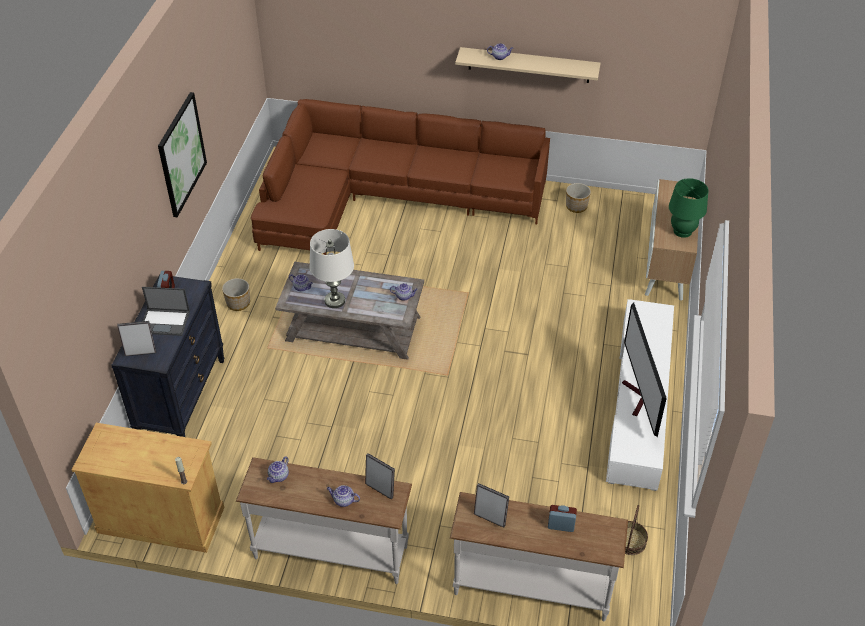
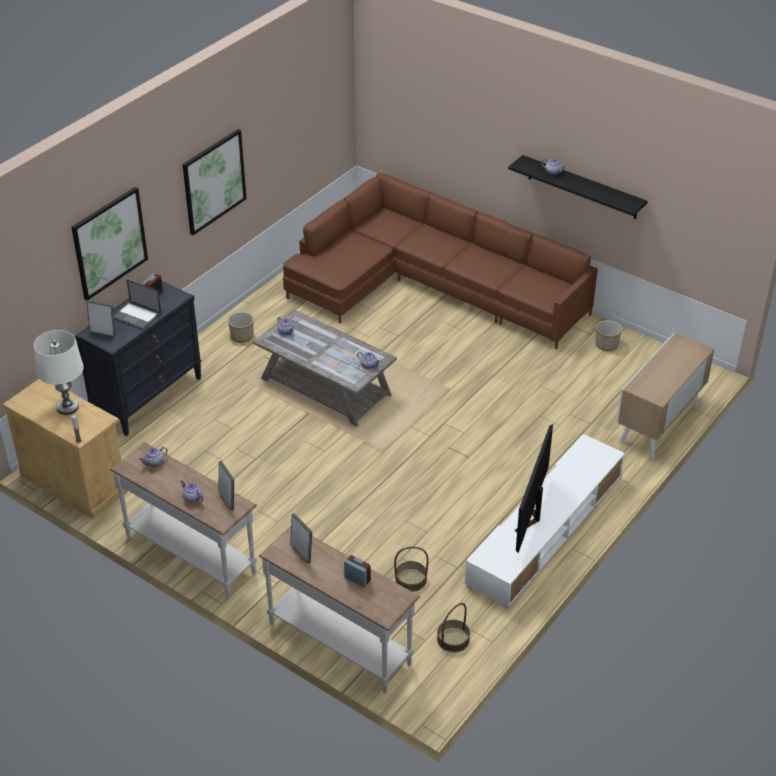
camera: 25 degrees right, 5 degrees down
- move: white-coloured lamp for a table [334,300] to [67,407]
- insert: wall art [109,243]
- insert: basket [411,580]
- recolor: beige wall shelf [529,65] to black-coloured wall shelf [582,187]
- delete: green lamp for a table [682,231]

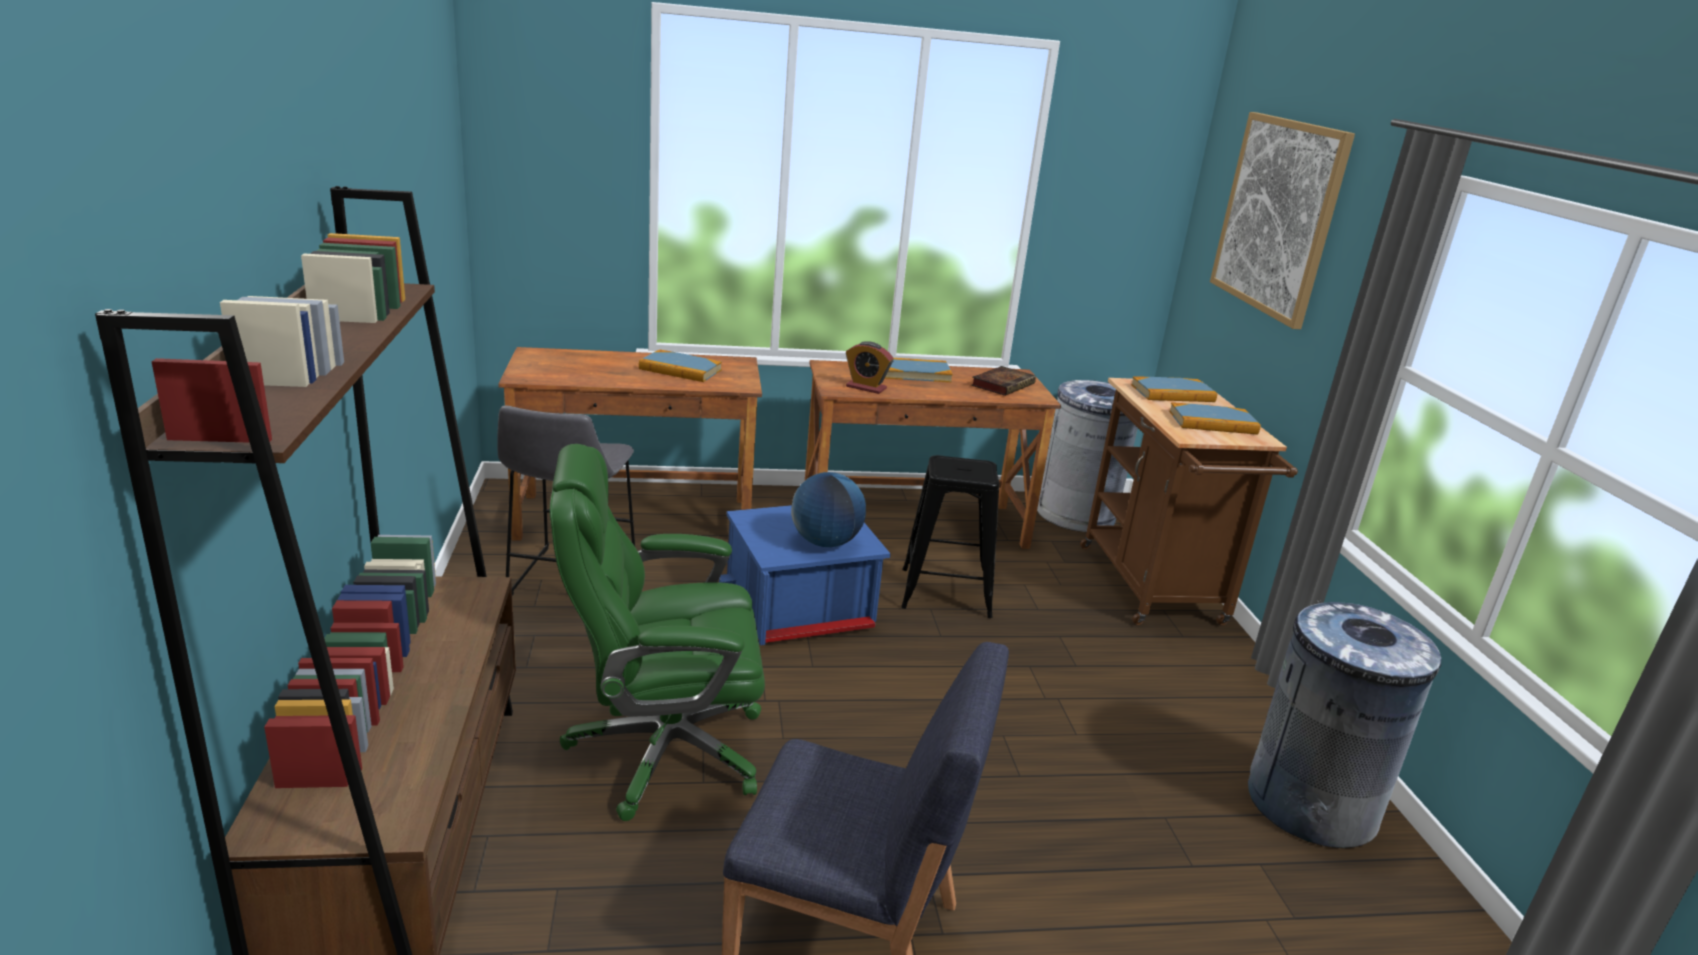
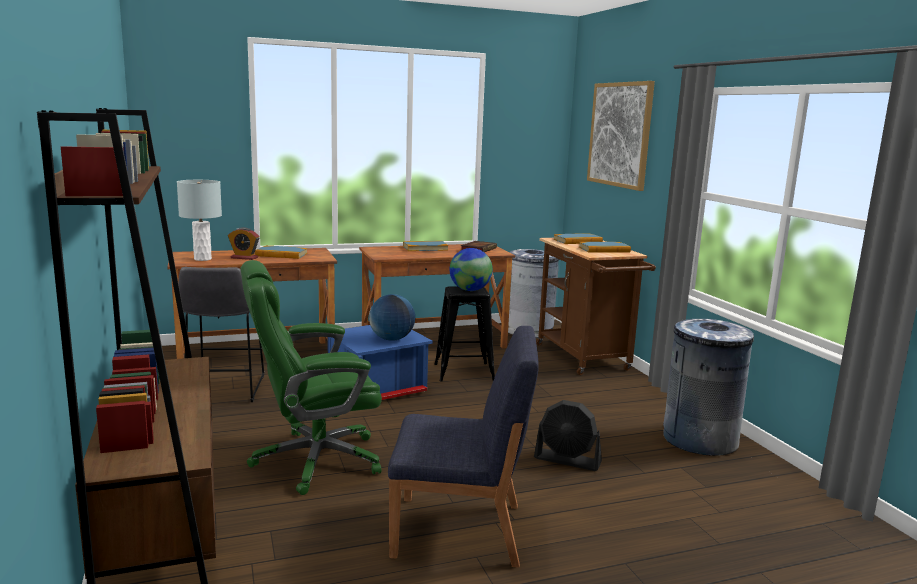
camera: 10 degrees left, 10 degrees down
- insert: grey lamp for a table [203,259]
- move: alarm clock [866,387] to [244,257]
- insert: globe [470,290]
- insert: black-coloured electric fan [567,460]

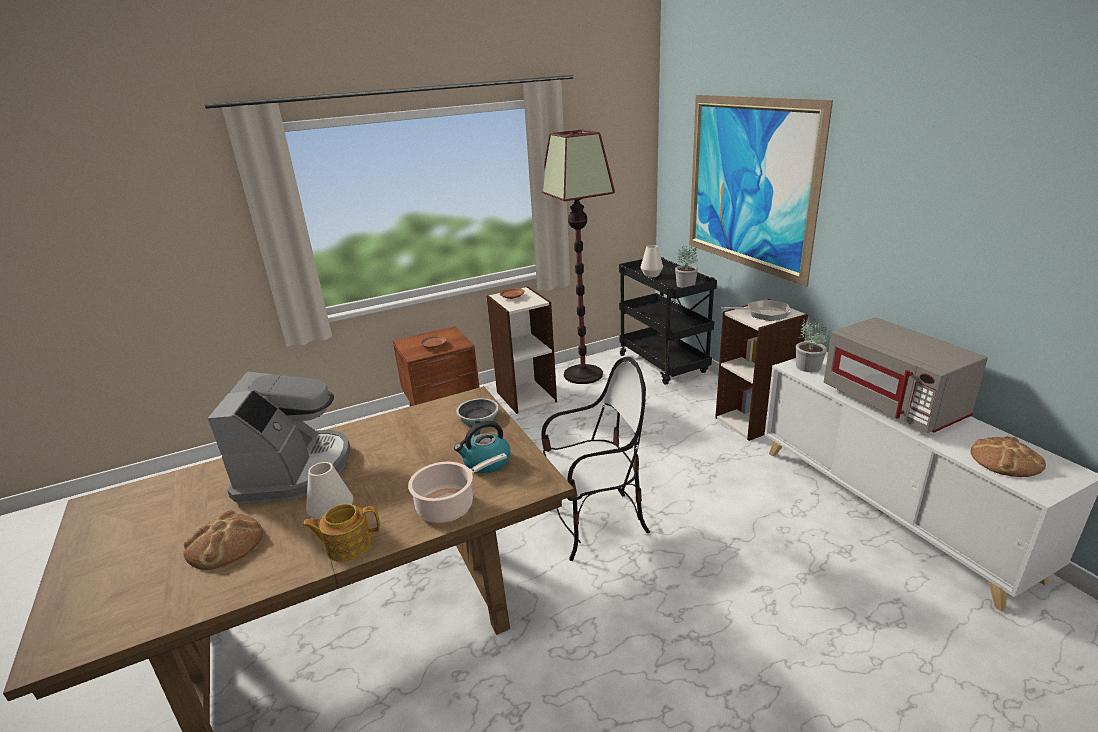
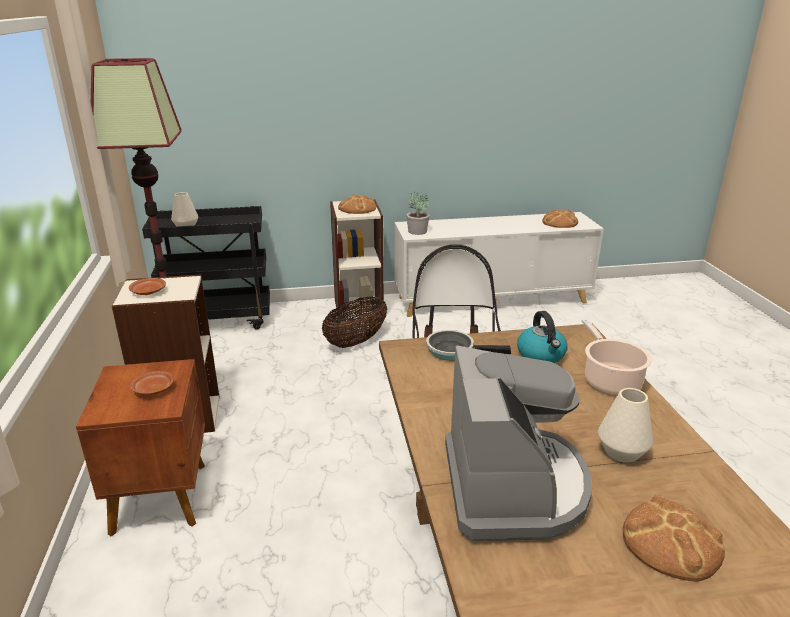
camera: 75 degrees left, 0 degrees up
- insert: basket [356,341]
- replace: frying pan [764,313] to baked bread [357,208]
- rotate: coffee brewer [295,469] = [513,486] 75 degrees clockwise
- delete: tea pot [347,545]
- delete: houseplant [686,284]
- delete: wall art [749,185]
- delete: grey microwave [893,404]

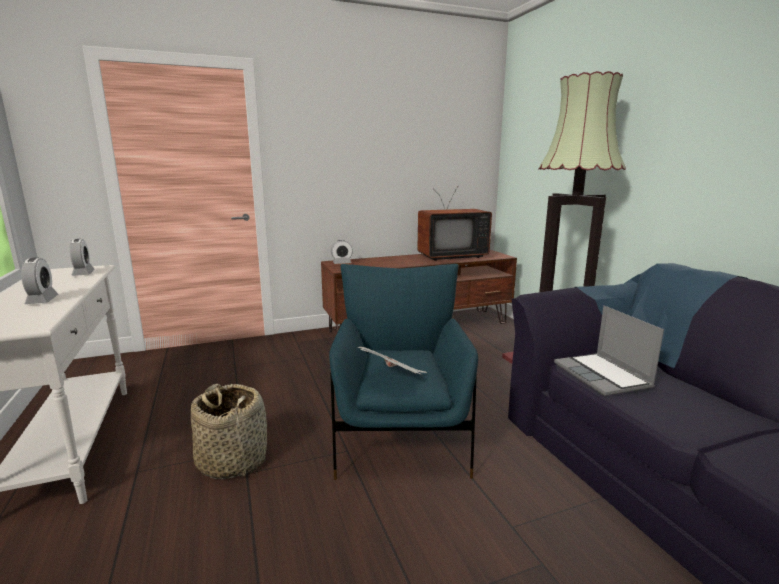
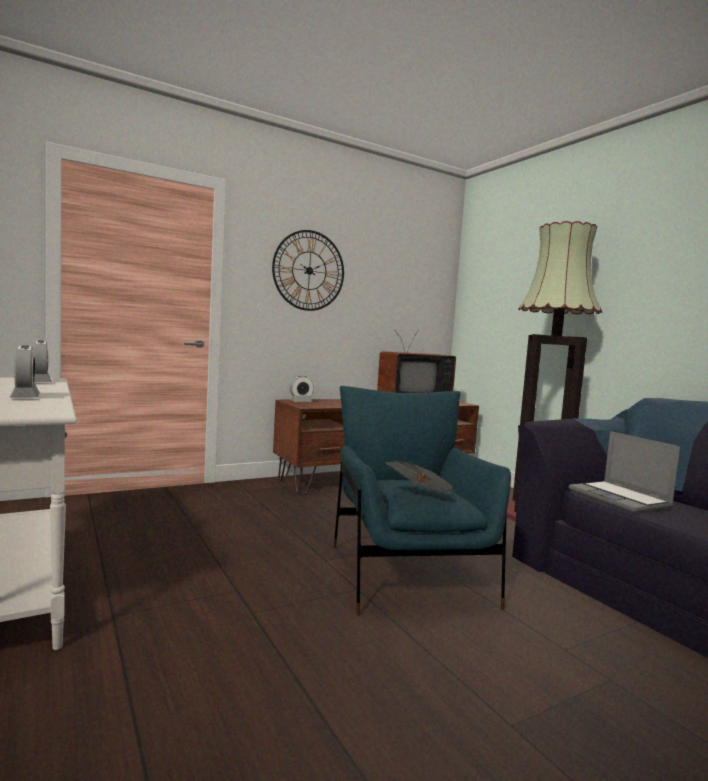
camera: 10 degrees left, 10 degrees down
- insert: hanging clock [309,270]
- delete: basket [232,460]

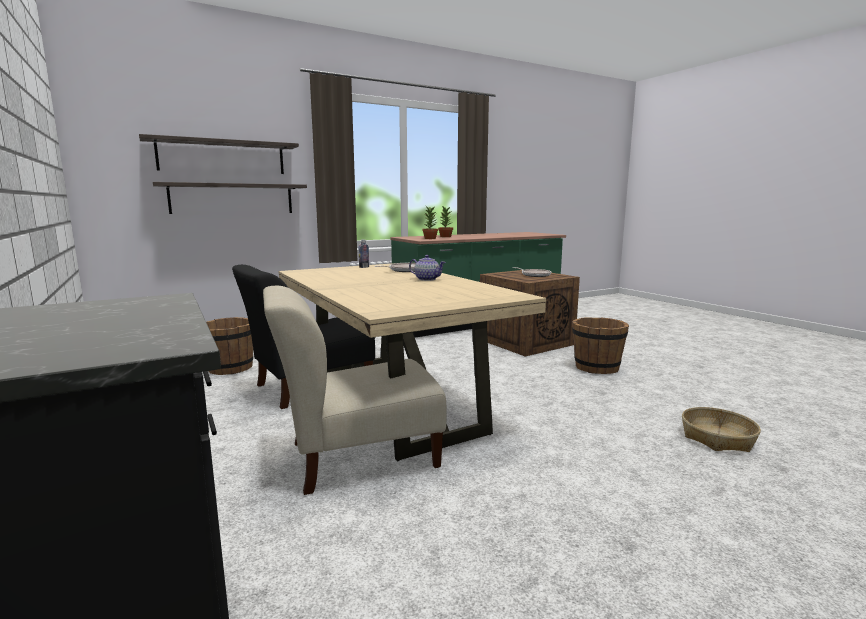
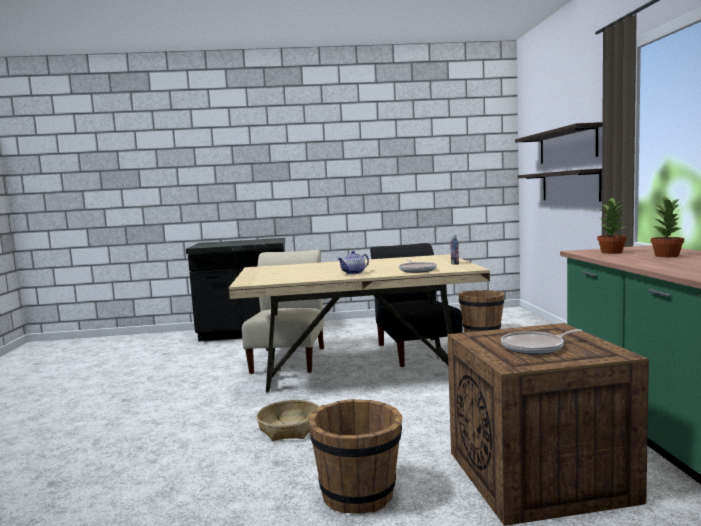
camera: 115 degrees right, 5 degrees down
- move: basket [718,438] to [289,428]

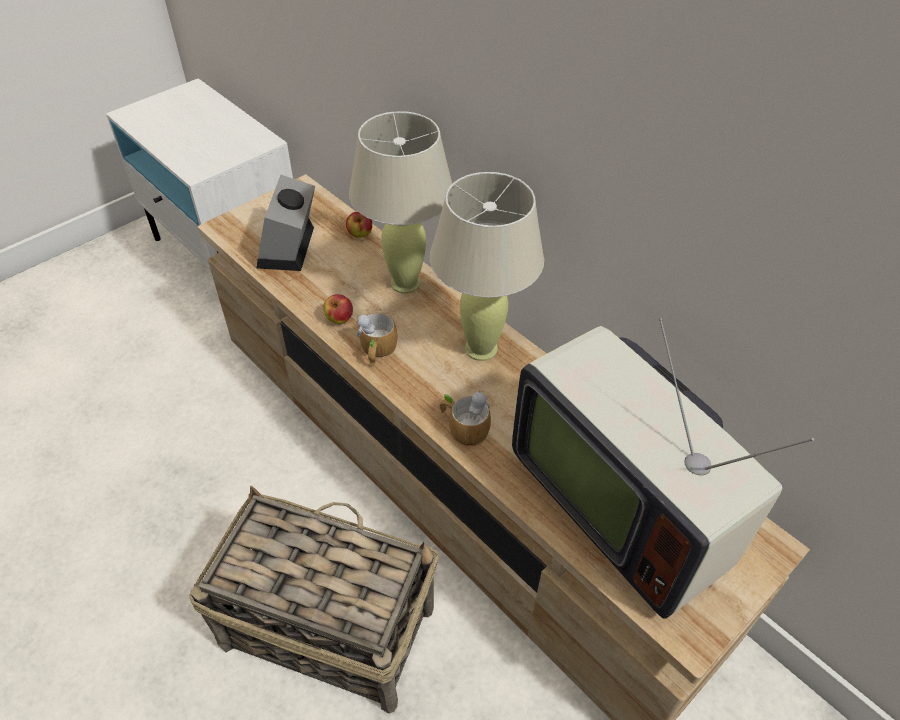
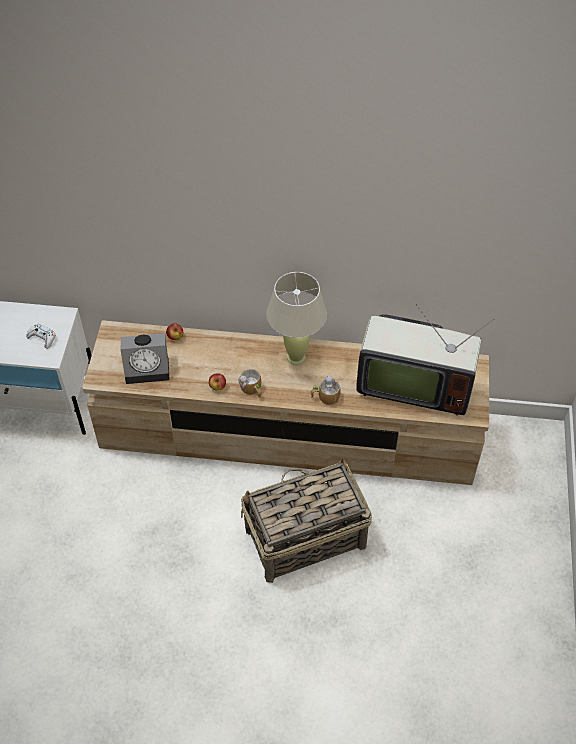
camera: 40 degrees left, 5 degrees up
- insert: white-coloured joypad [42,338]
- rotate: alarm clock [289,249] = [148,368] 60 degrees counterclockwise
- delete: beige lamp for a table [405,283]

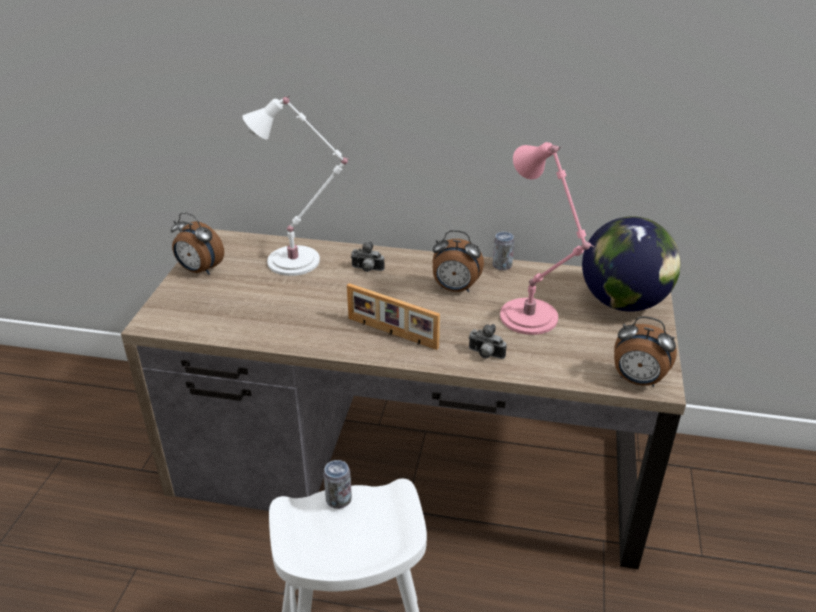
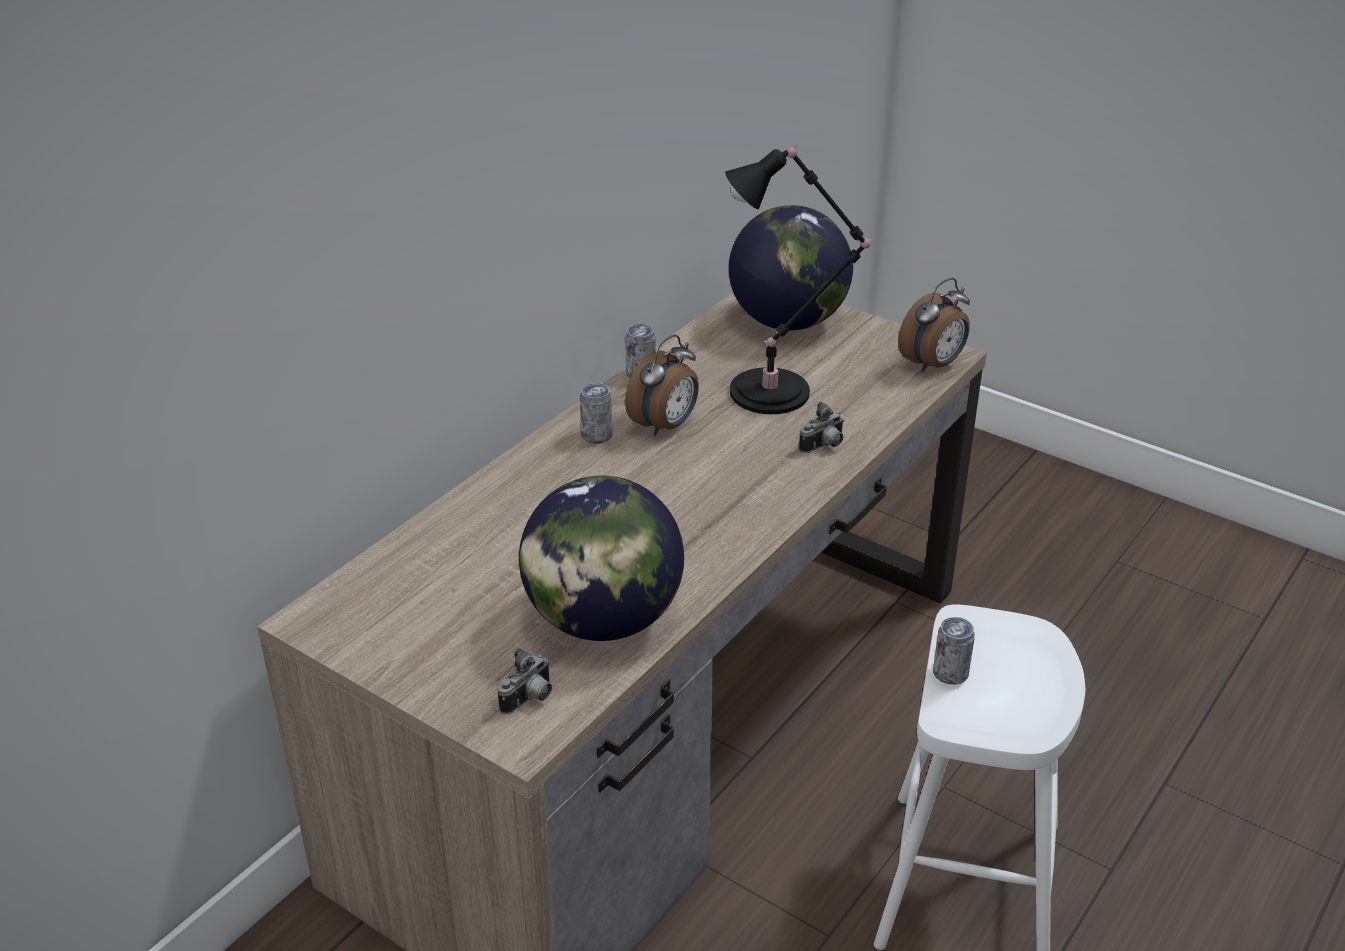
camera: 65 degrees left, 0 degrees up
- move: still camera [367,270] to [530,699]
- insert: globe [603,621]
- insert: sealed can [597,436]
- recolor: pinkish lamp for a table [531,320] to black-coloured lamp for a table [776,392]
- delete: alarm clock [199,270]
- delete: white-coloured lamp for a table [298,261]
- delete: photo frame [391,333]

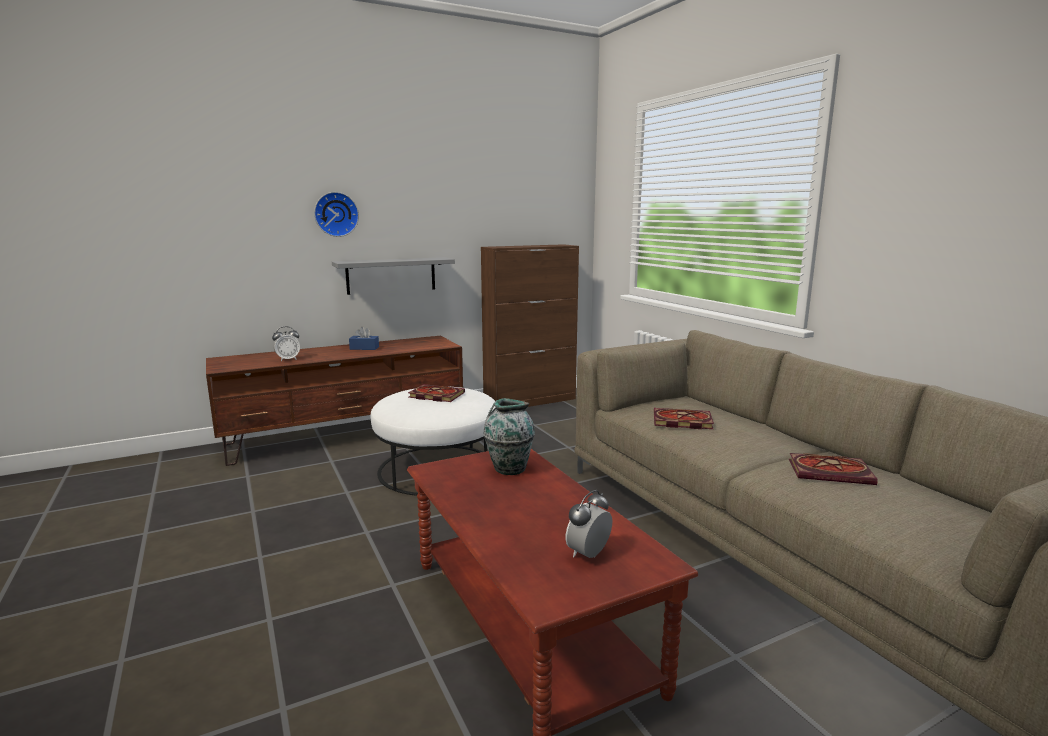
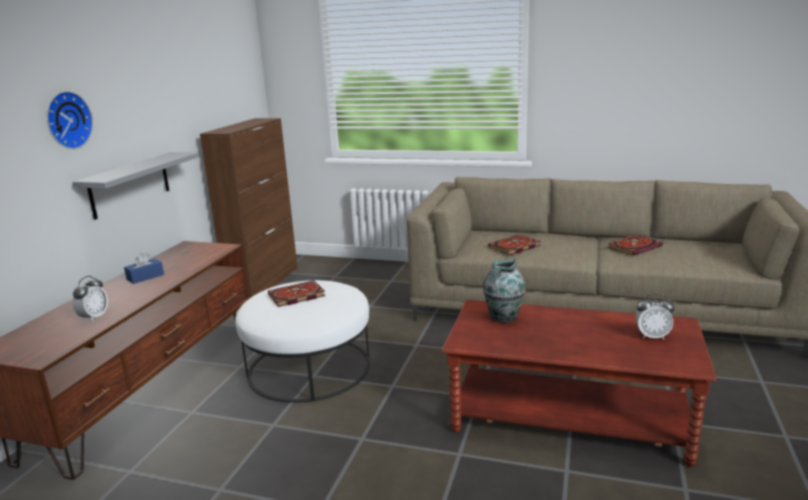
camera: 45 degrees left, 5 degrees up
- rotate: alarm clock [588,554] = [652,336] 75 degrees counterclockwise

